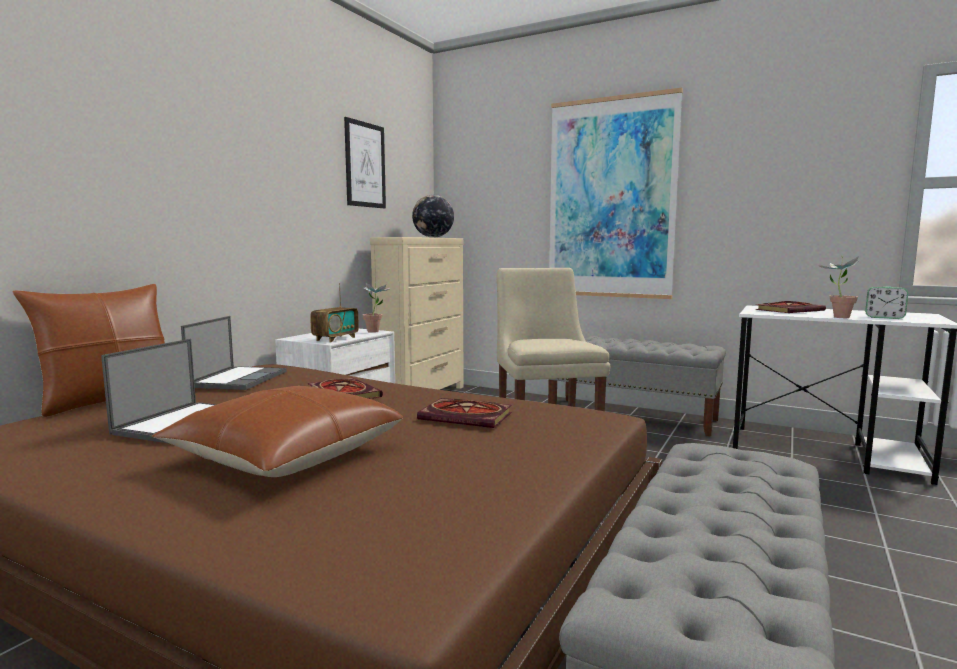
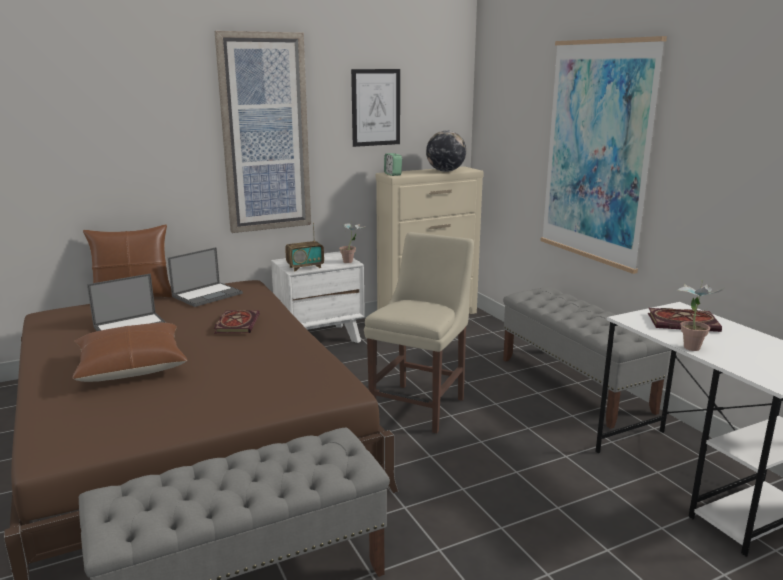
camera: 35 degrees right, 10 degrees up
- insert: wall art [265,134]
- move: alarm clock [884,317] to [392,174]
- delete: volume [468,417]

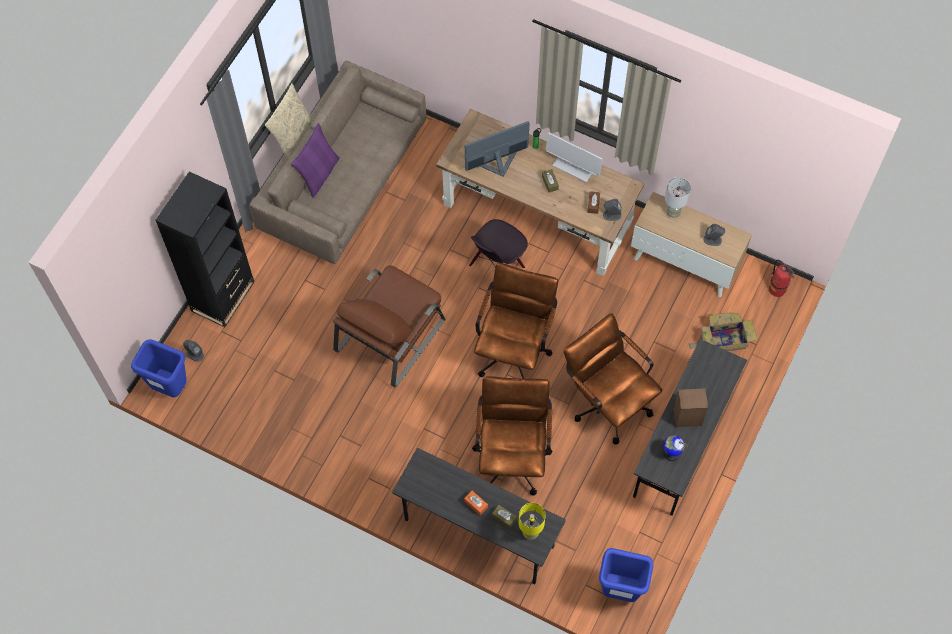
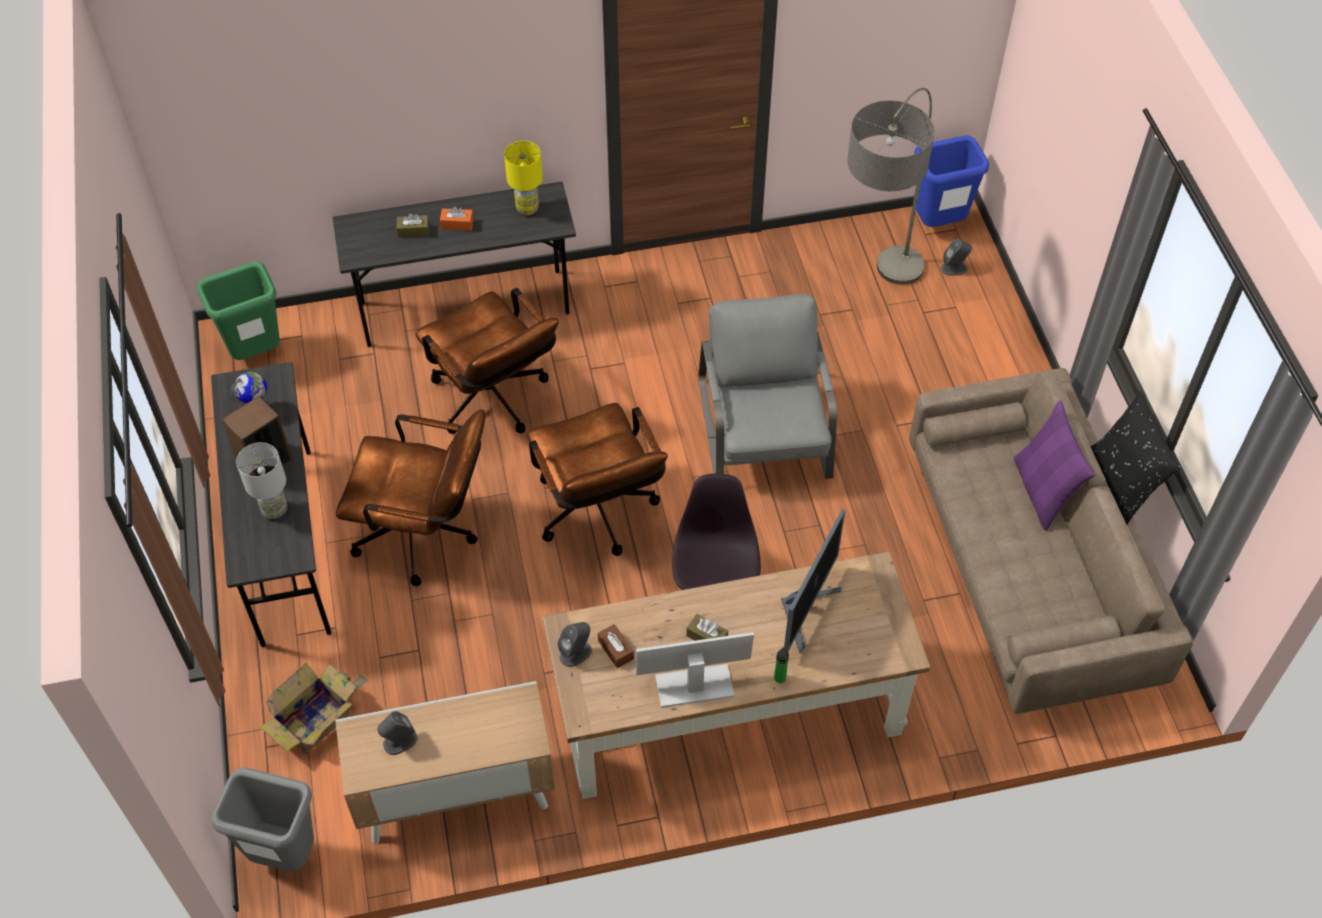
camera: 140 degrees right, 10 degrees down
- recolor: blue rubbish bin [619,590] to green rubbish bin [257,354]
- replace: fire extinguisher [777,289] to grey rubbish bin [284,855]
- move: grey lamp for a table [673,212] to [274,510]
- move: yellow lamp for a table [530,532] to [527,209]
- recolor: brown-coloured easy chair [390,334] to grey easy chair [765,430]
- insert: standing lamp [875,304]
- recolor: beige cushion [292,136] to black-coloured cushion [1123,483]
- delete: black-coloured bookshelf [223,296]

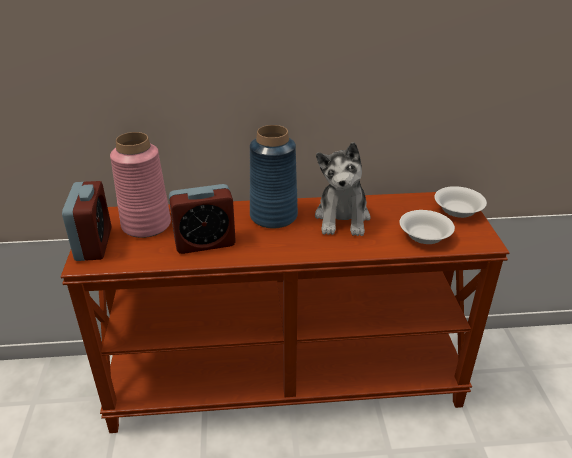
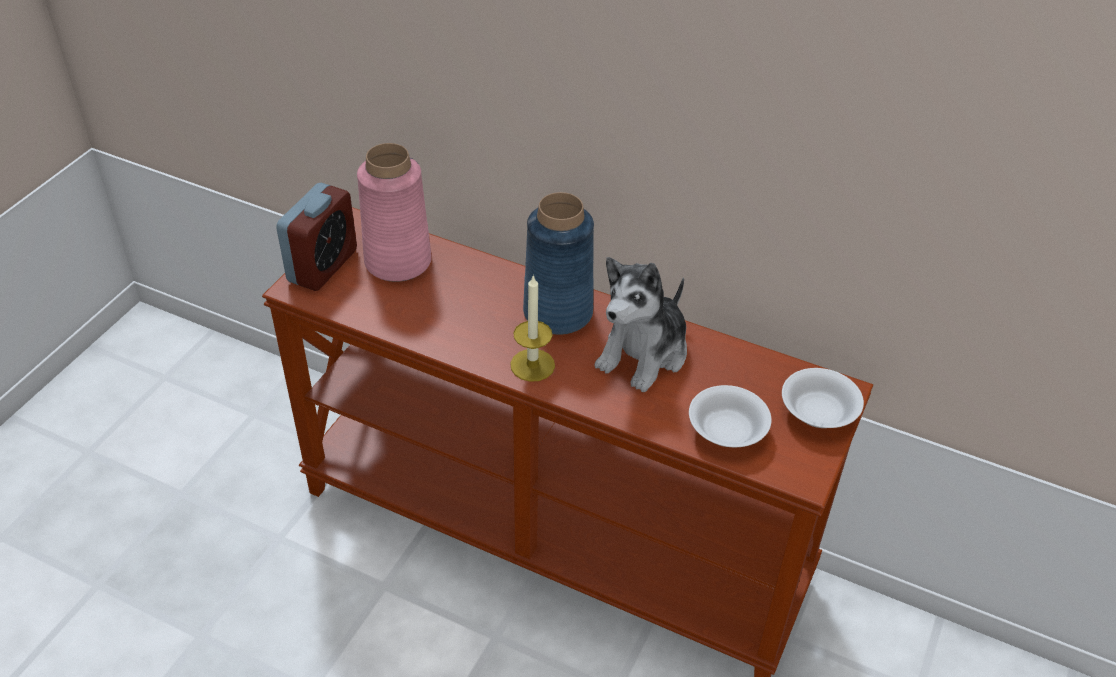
camera: 30 degrees right, 10 degrees up
- insert: wax light [532,365]
- delete: alarm clock [205,243]

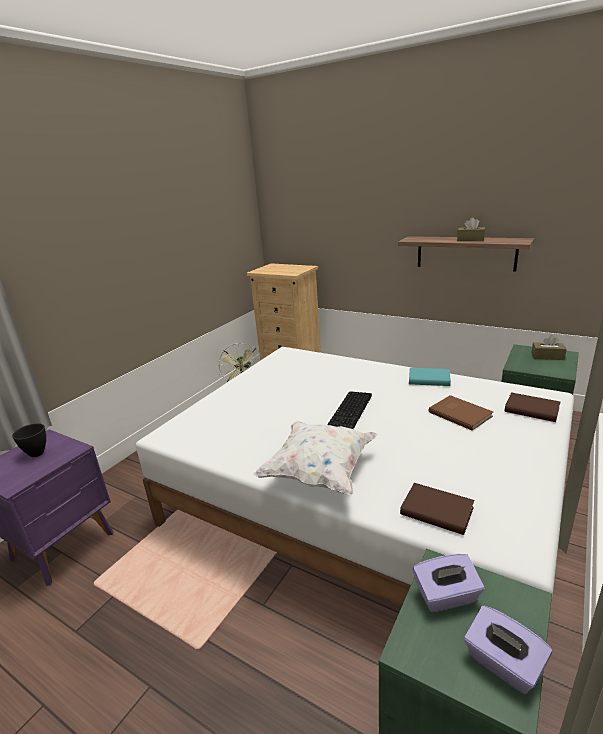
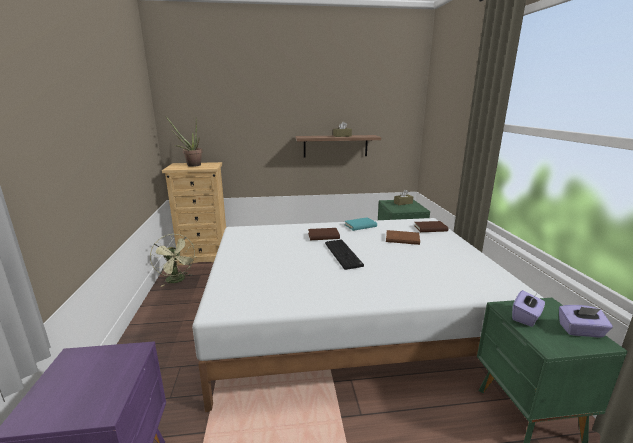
camera: 40 degrees left, 5 degrees down
- insert: houseplant [191,165]
- move: brown-coloured volume [436,511] to [323,236]
- delete: black-coloured deep dish [37,453]
- delete: white-coloured cushion [320,472]

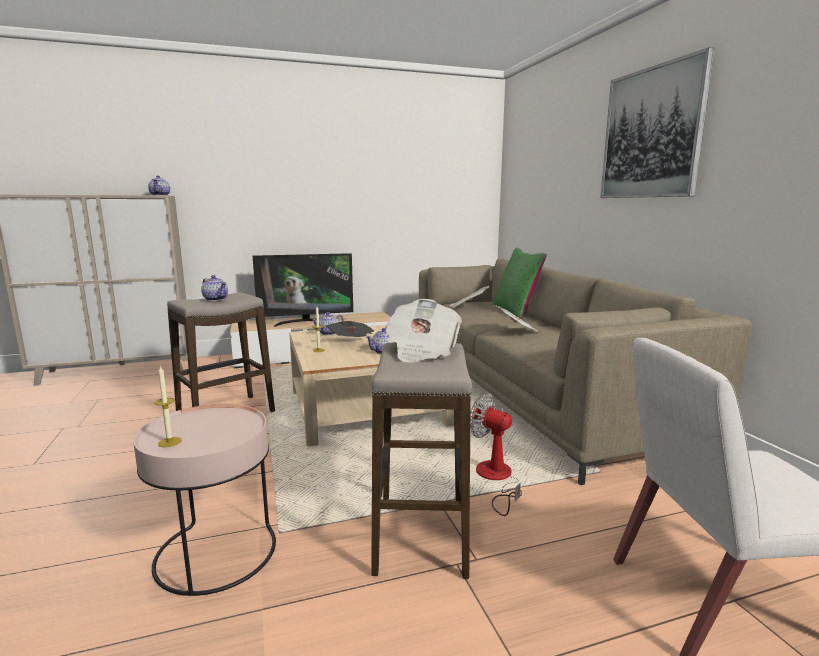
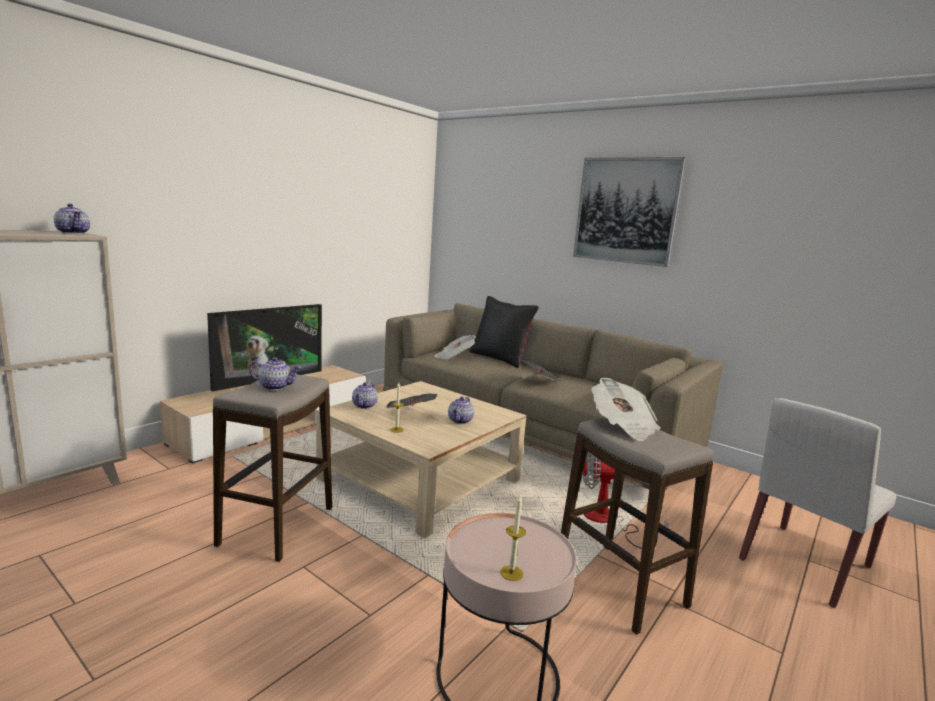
camera: 35 degrees left, 0 degrees up
- recolor: green cushion [516,311] to black-coloured cushion [499,358]

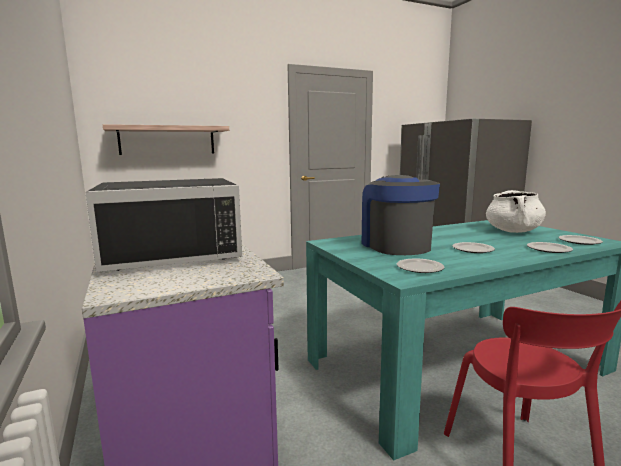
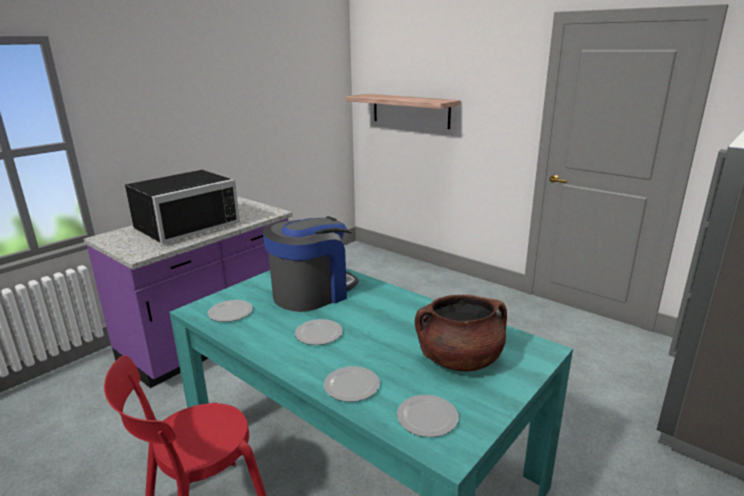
camera: 65 degrees right, 10 degrees up
- rotate: black-coloured microwave [173,252] = [184,226] 90 degrees counterclockwise
- recolor: white-coloured saucepot [513,231] to brown-coloured saucepot [459,360]

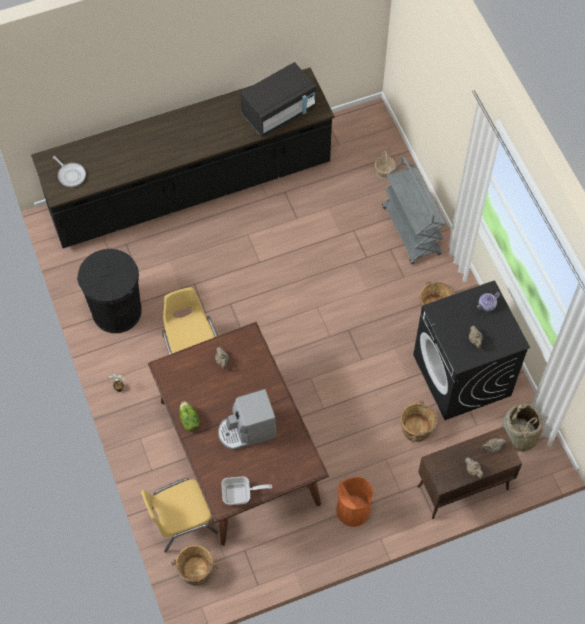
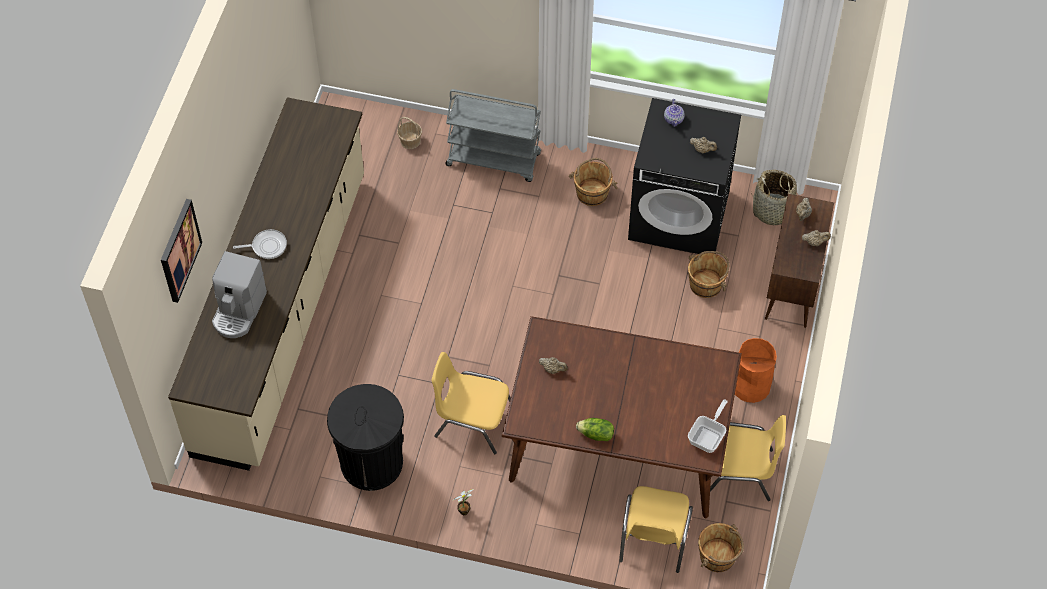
camera: 55 degrees left, 5 degrees down
- insert: wall art [179,250]
- recolor: black-coloured kitchen base unit [190,189] to beige kitchen base unit [283,313]
- move: coffee brewer [247,431] to [239,311]
- move: frying pan [71,175] to [267,246]
- insert: yellow upright chair [740,472]
- delete: black-coloured microwave [279,112]

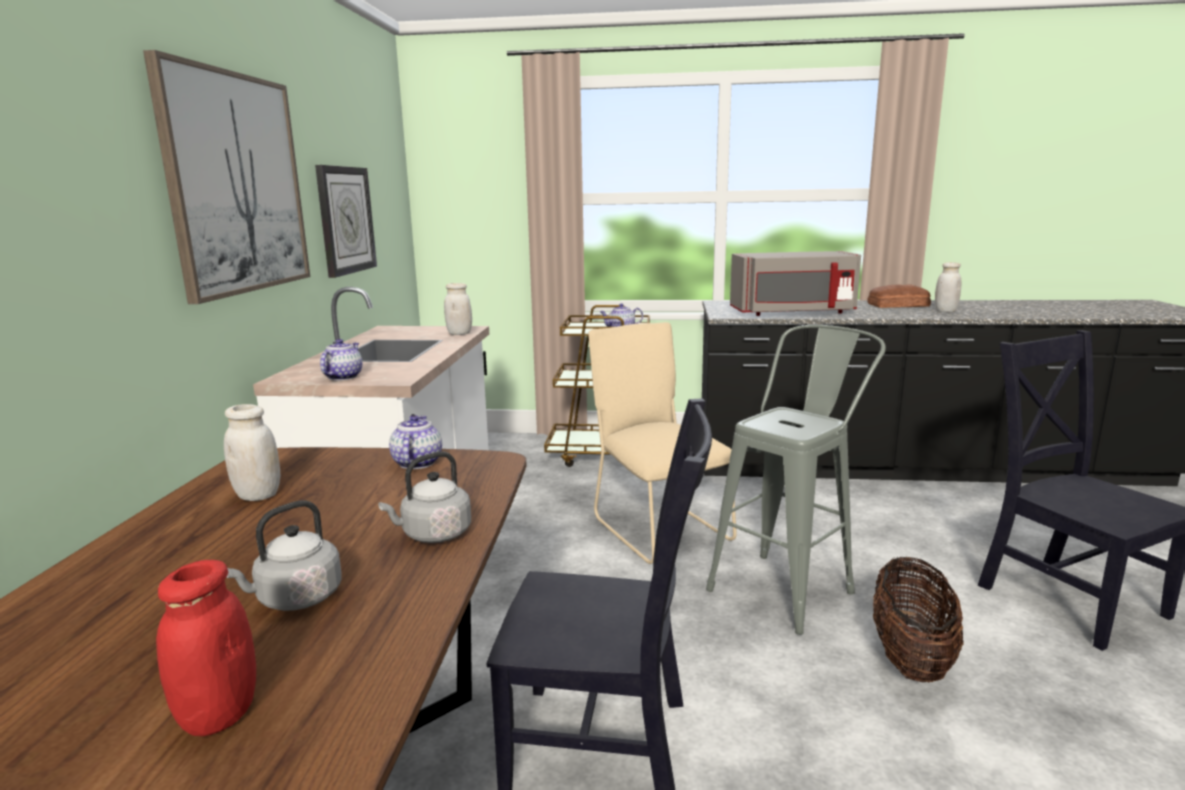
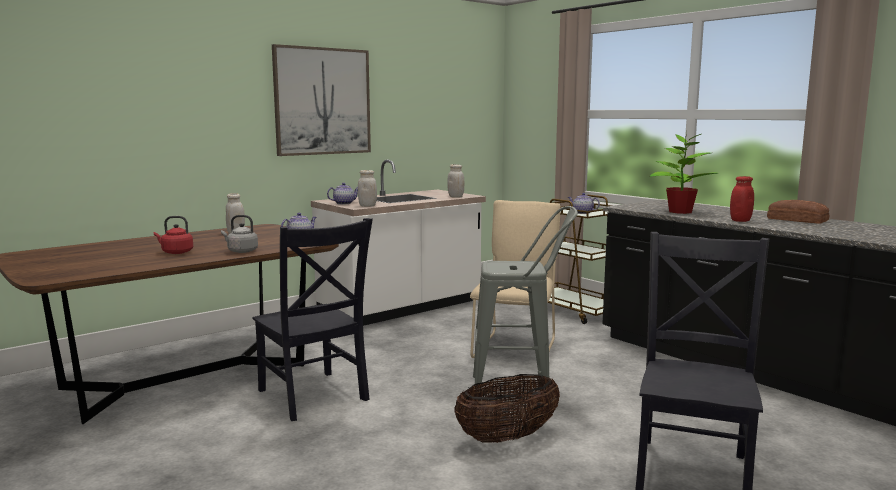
camera: 45 degrees right, 5 degrees down
- recolor: grey tea kettle [296,599] to red-coloured tea kettle [175,252]
- move: white-coloured jar [945,311] to [367,206]
- replace: grey microwave [793,312] to houseplant [679,211]
- move: red-coloured jar [218,715] to [740,220]
- delete: hanging clock [345,220]

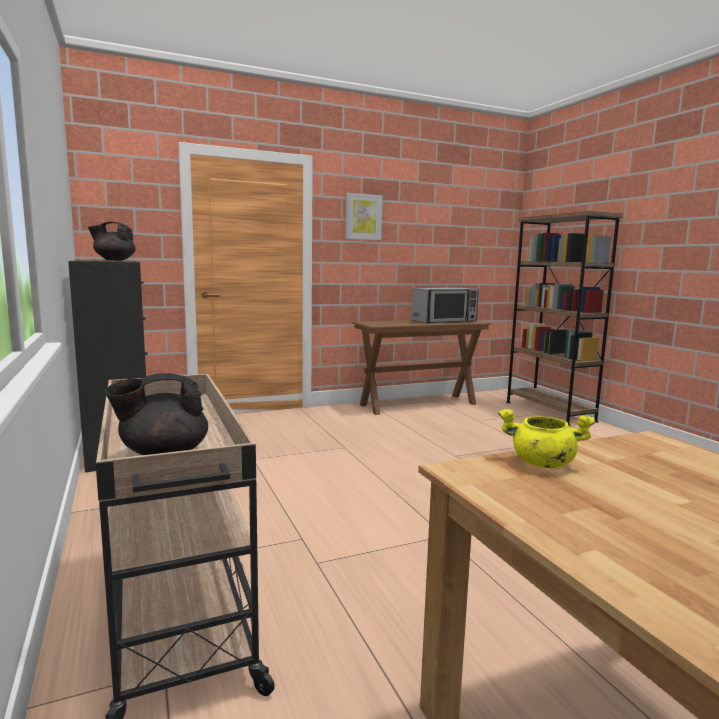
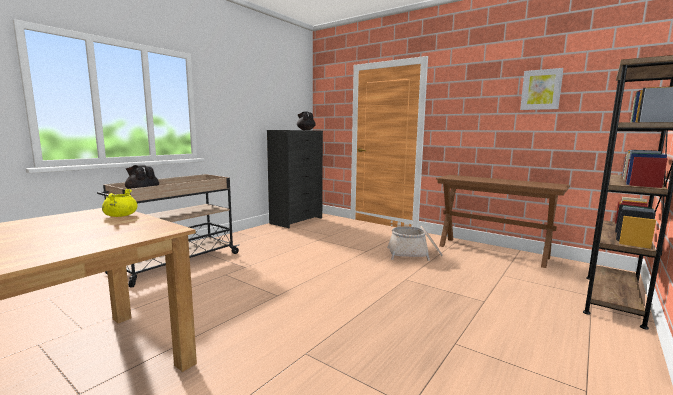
camera: 60 degrees right, 0 degrees up
- insert: basket [414,254]
- move: wall art [363,217] to [541,89]
- delete: microwave [444,321]

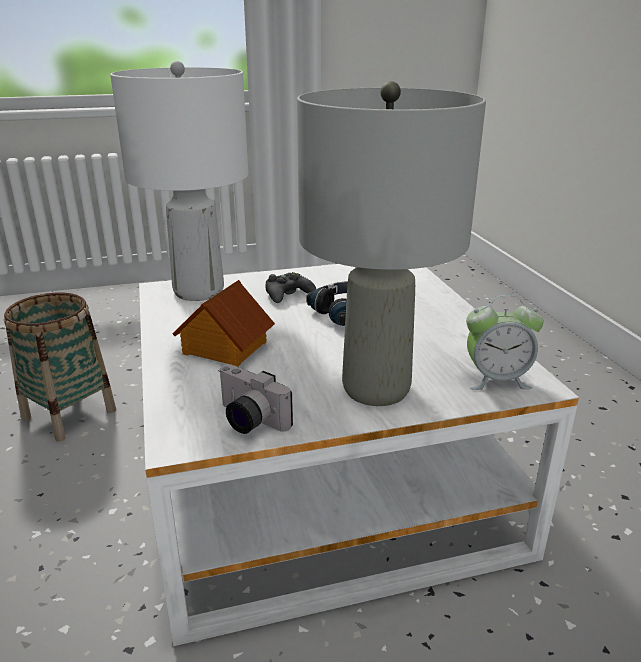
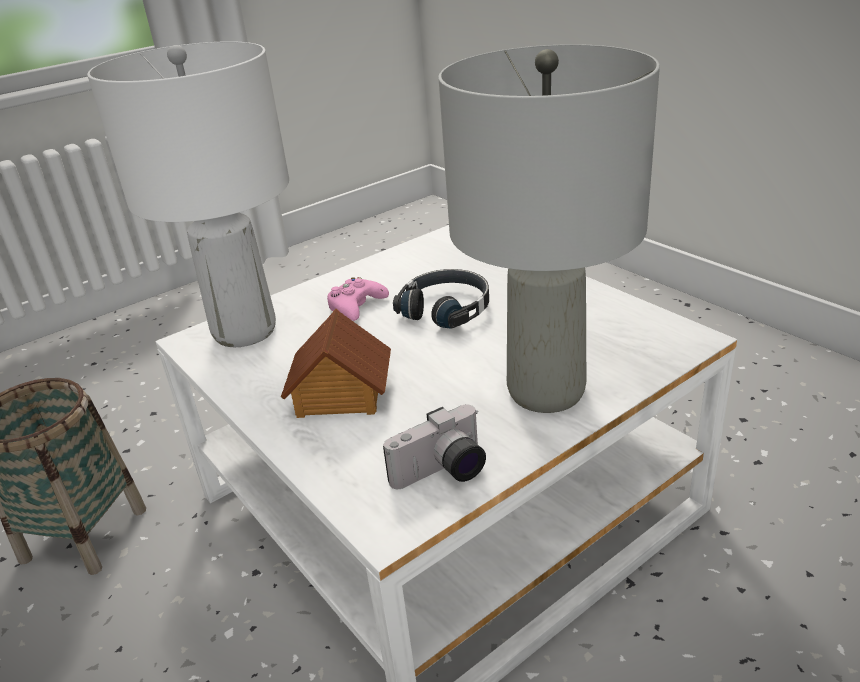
camera: 20 degrees left, 5 degrees up
- recolor: black-coloured joypad [288,294] to pinkish joypad [356,306]
- rotate: still camera [247,420] = [443,473] 45 degrees counterclockwise
- delete: alarm clock [496,380]

